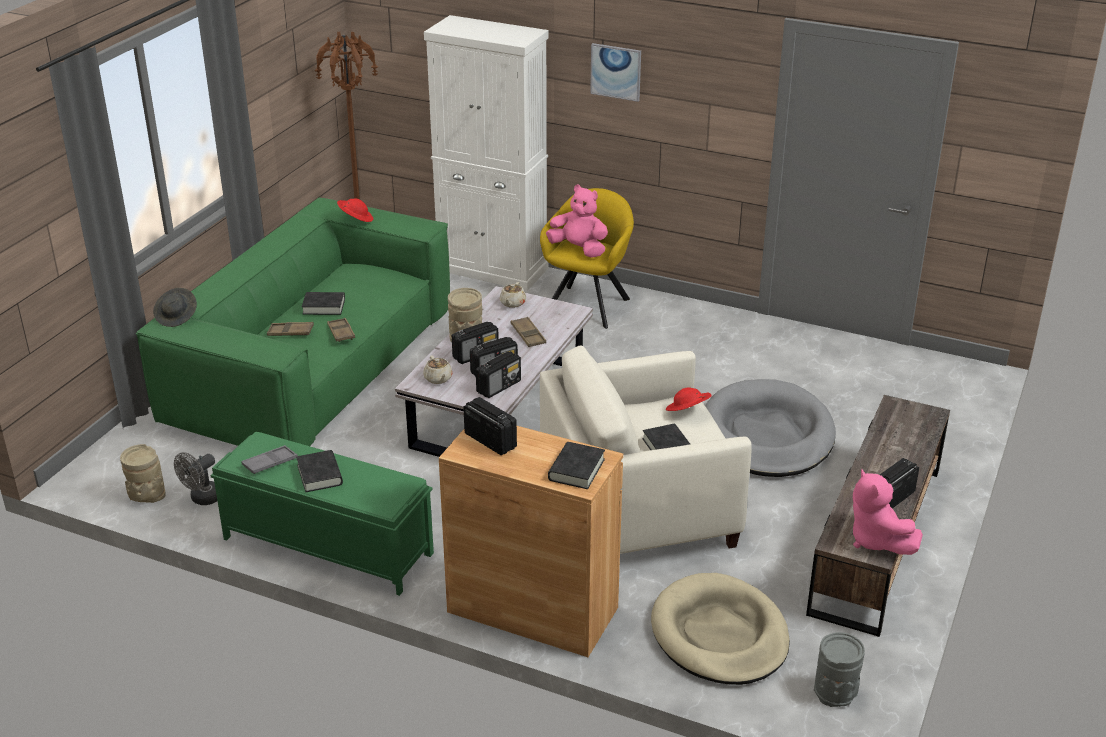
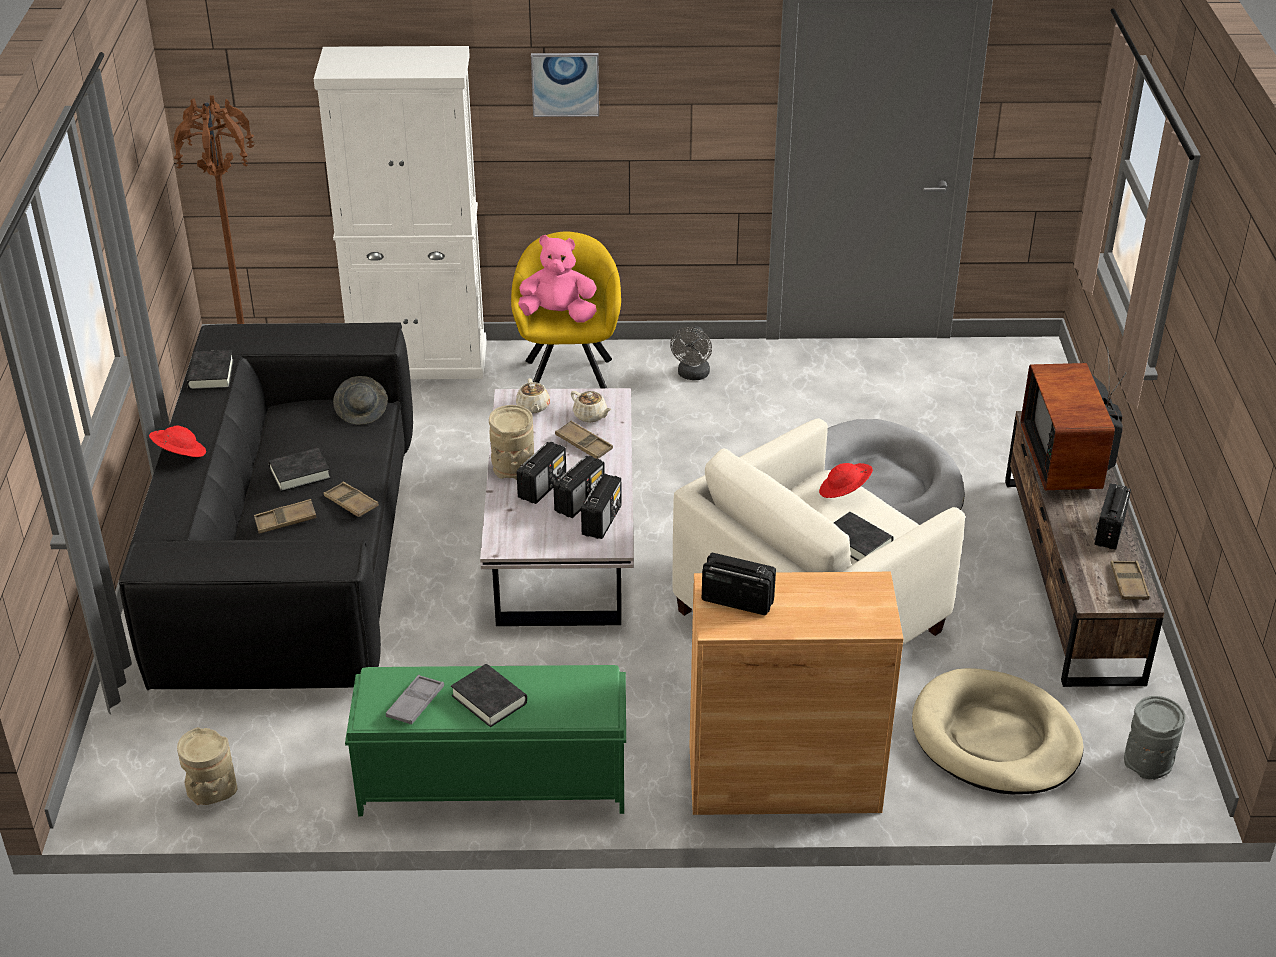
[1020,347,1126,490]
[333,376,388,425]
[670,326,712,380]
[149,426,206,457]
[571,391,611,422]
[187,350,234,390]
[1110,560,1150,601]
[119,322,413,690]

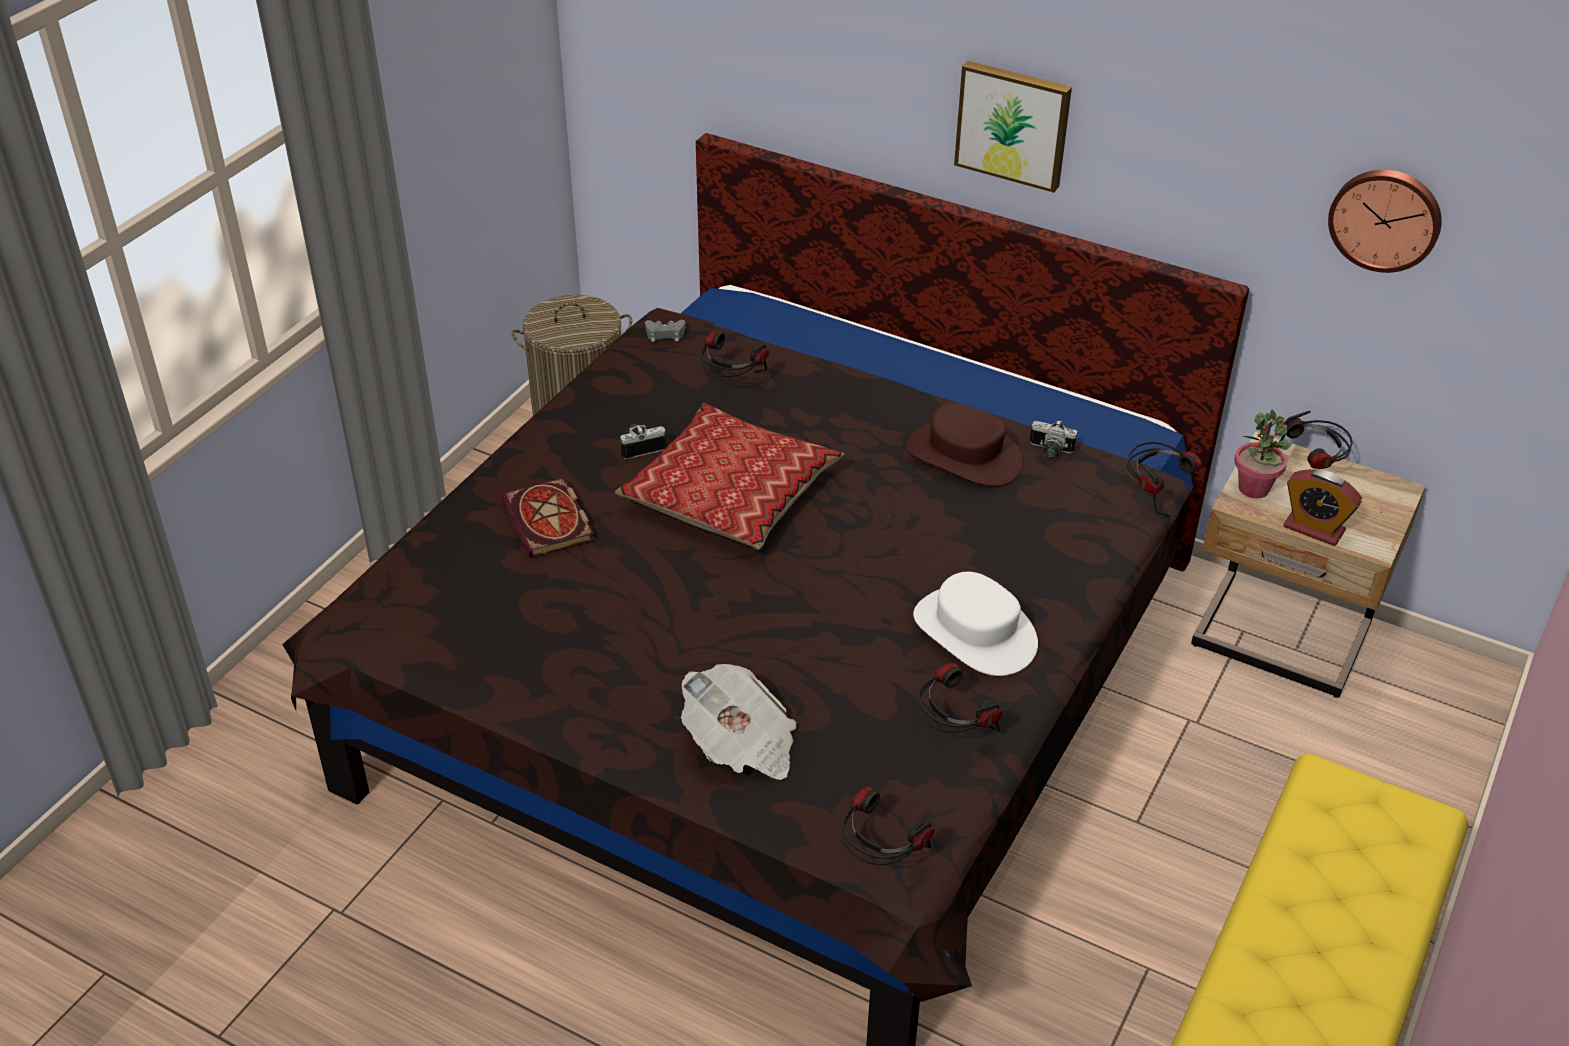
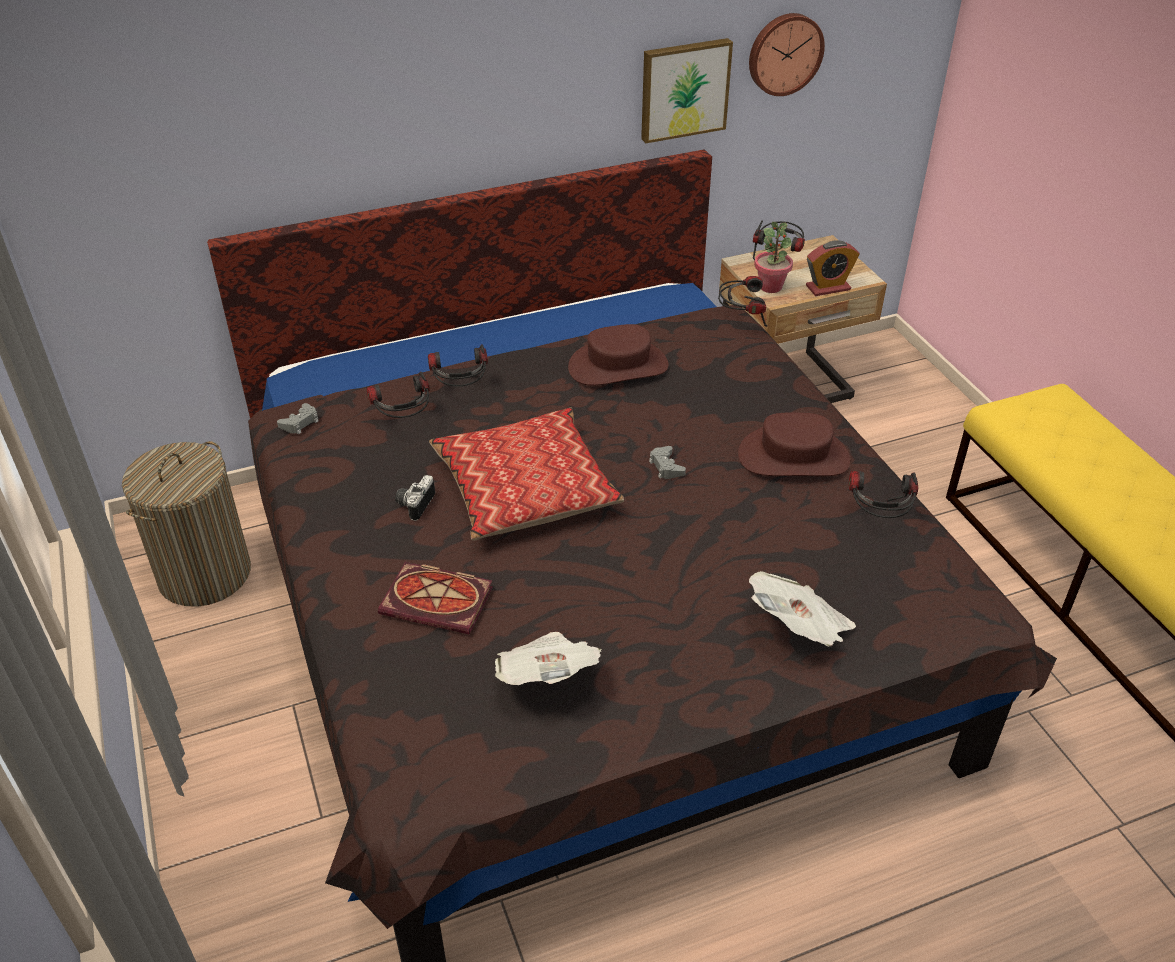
[1030,420,1077,459] (first image)
[495,632,601,685]
[649,446,686,479]
[428,345,488,387]
[641,38,733,143]
[738,412,850,476]

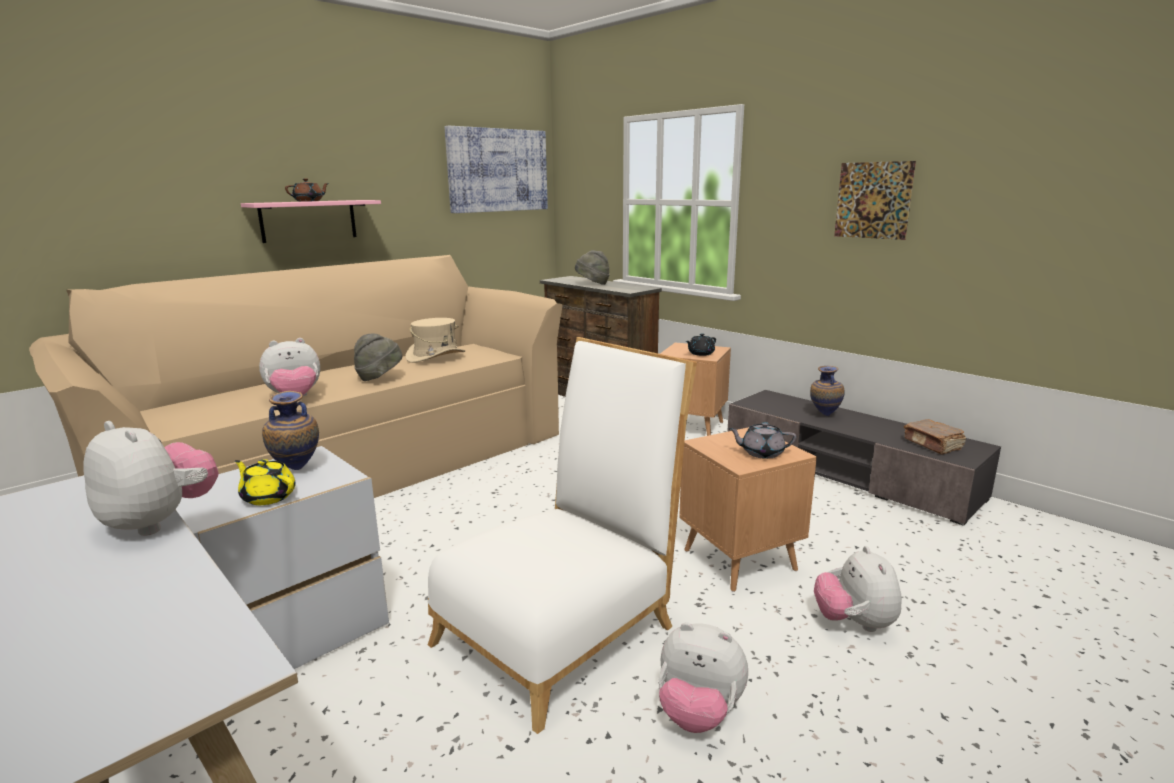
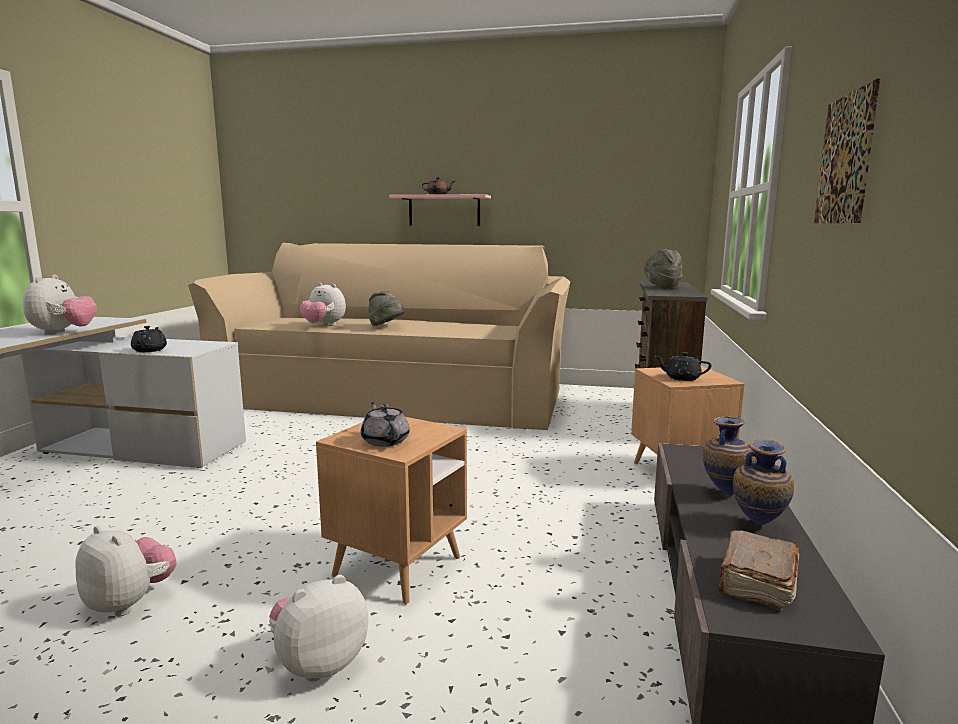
[406,318,465,363] (first image)
[428,337,697,734] (first image)
[444,126,548,213] (first image)
[733,440,794,525]
[131,326,167,352]
[75,526,176,616]

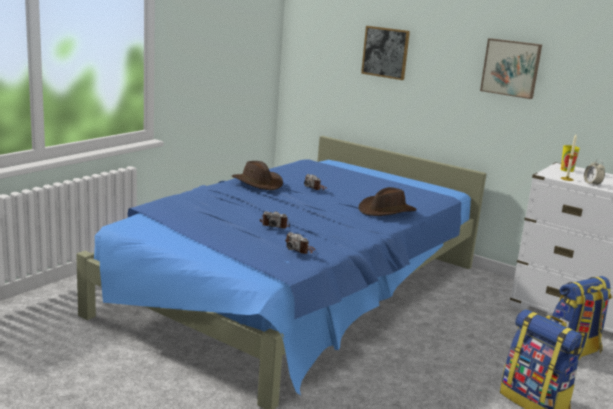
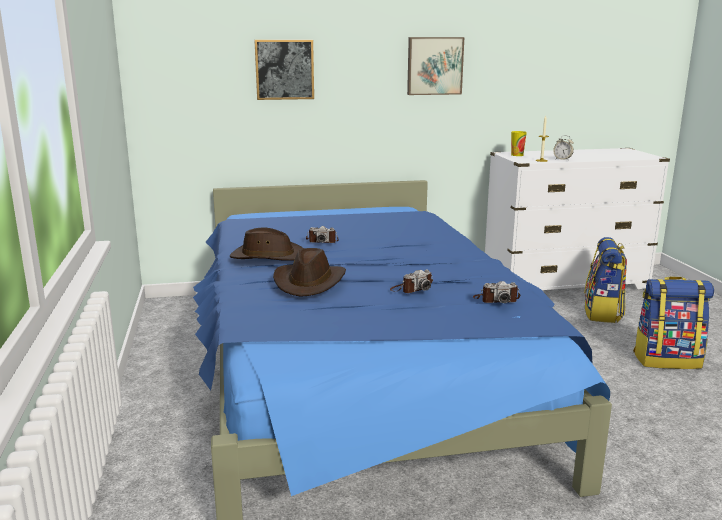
[273,248,346,297]

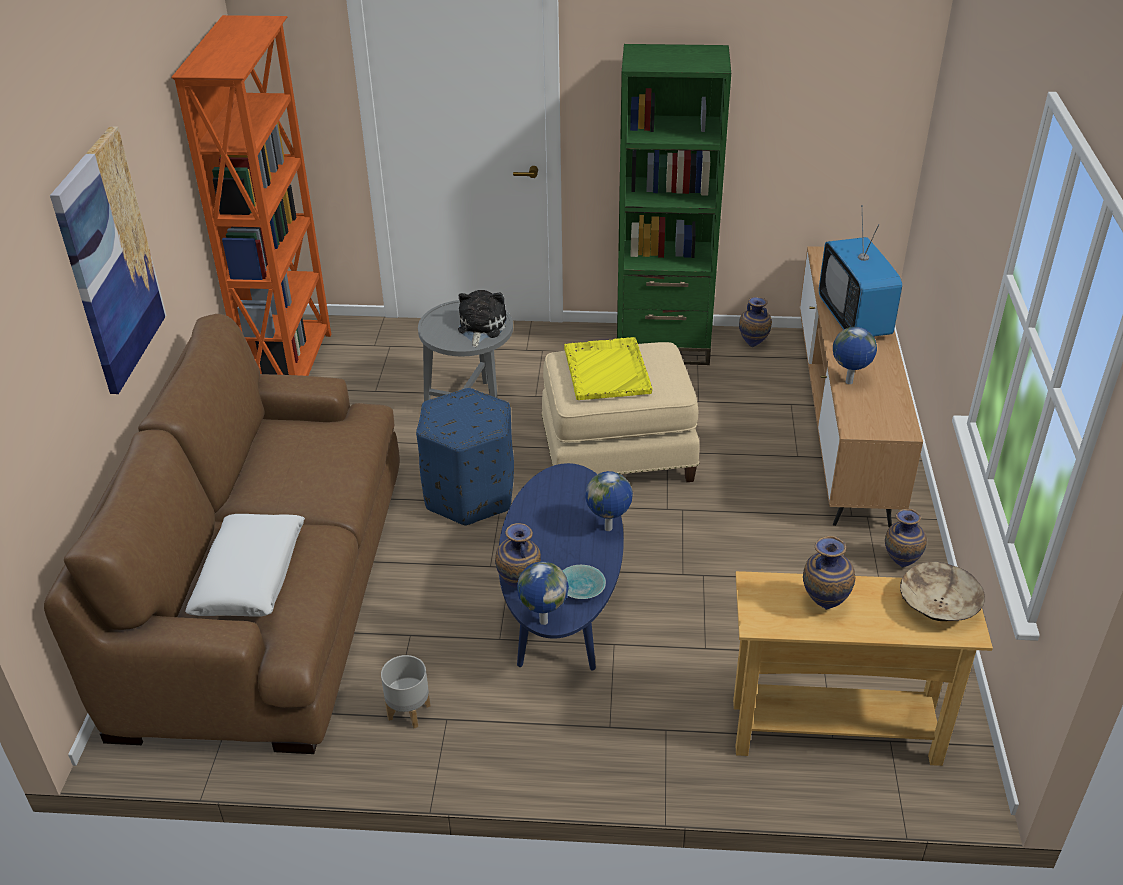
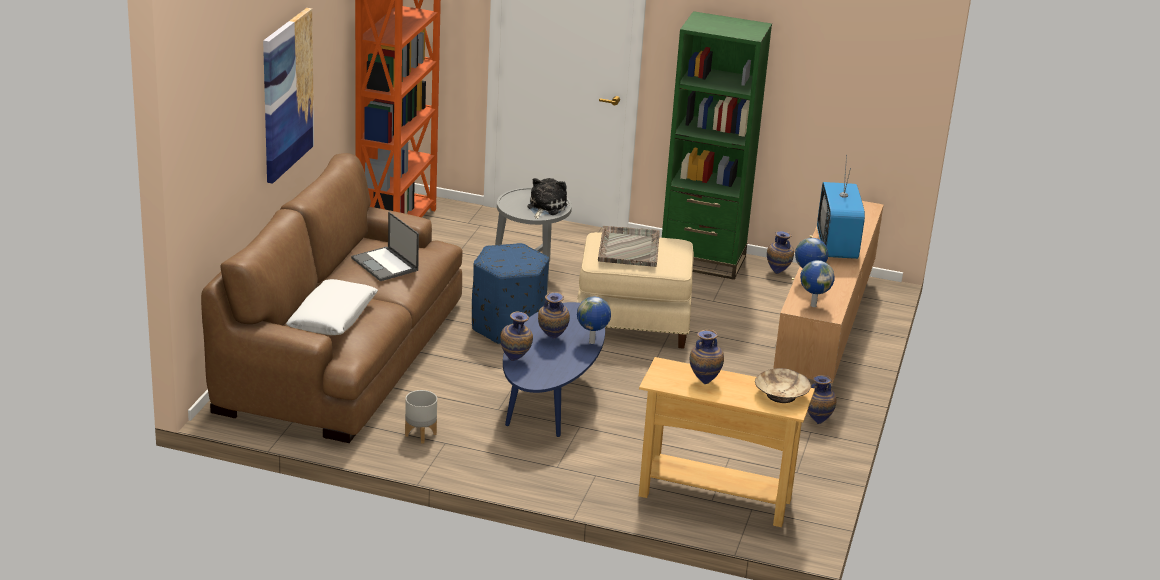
[563,565,606,599] (first image)
[351,212,419,281]
[538,292,570,338]
[800,260,835,307]
[598,226,660,267]

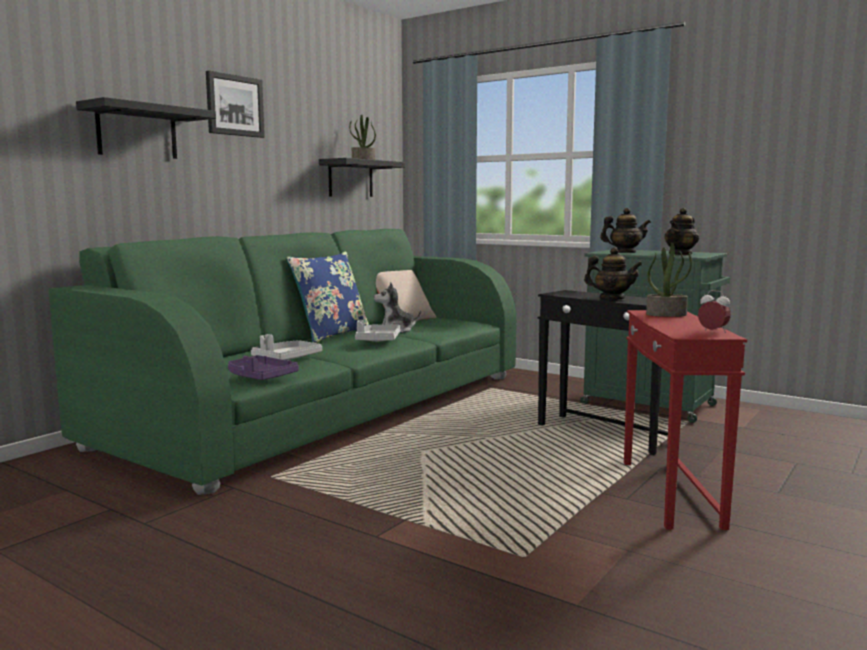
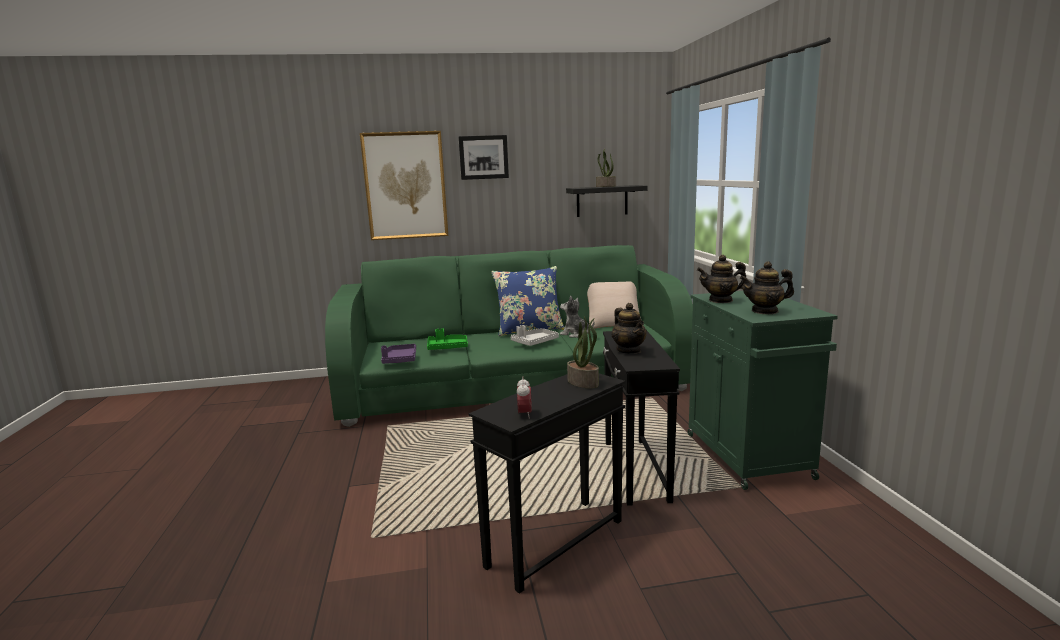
[360,131,448,240]
[427,328,468,350]
[469,373,625,594]
[697,255,746,303]

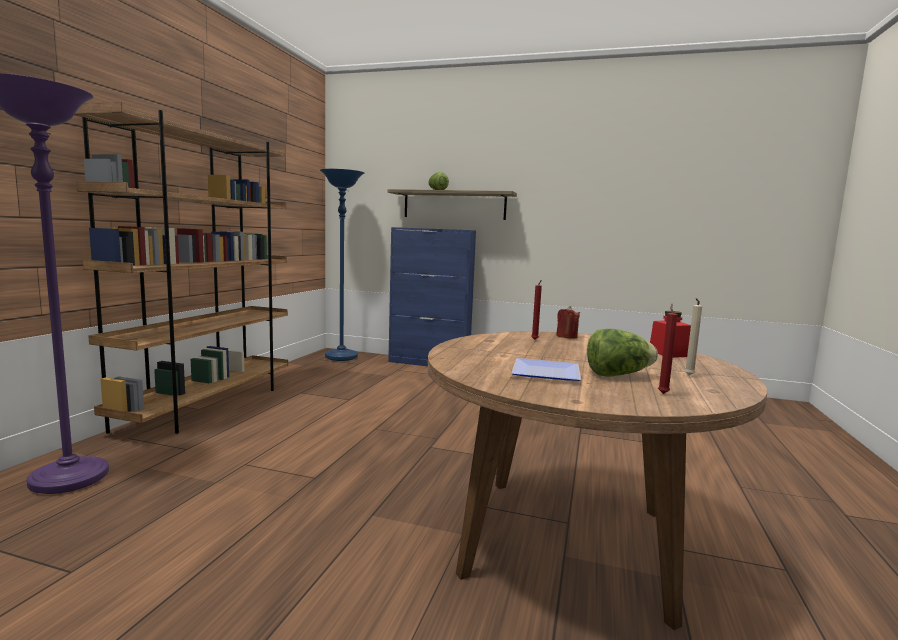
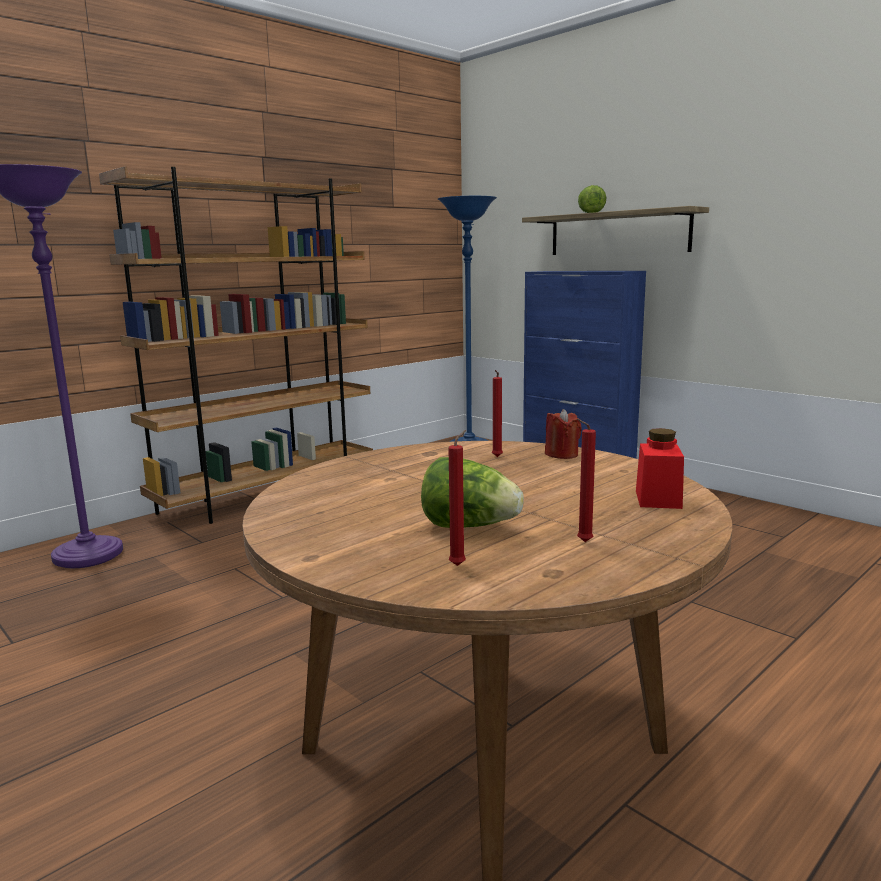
[511,358,581,381] (first image)
[577,419,596,542]

